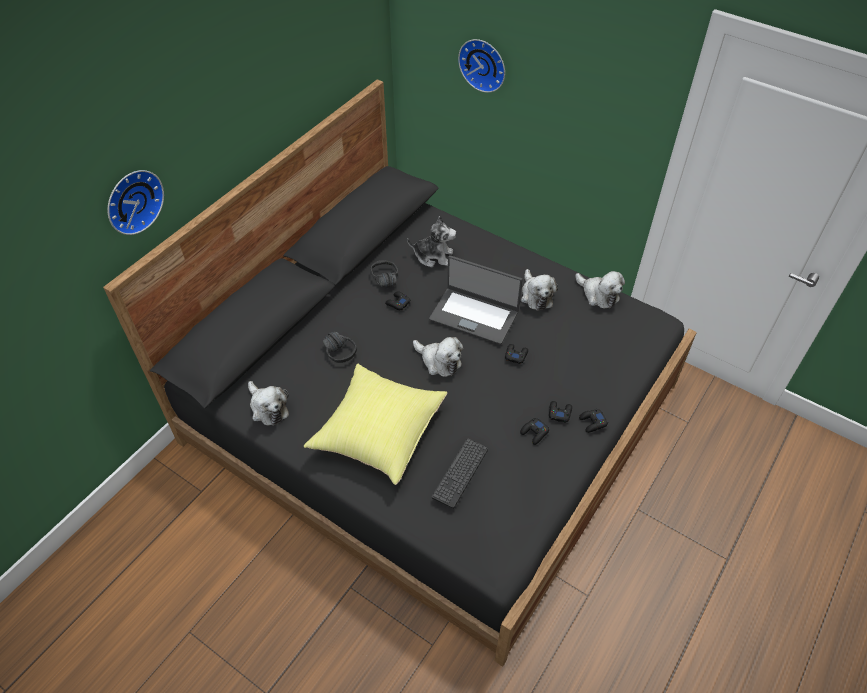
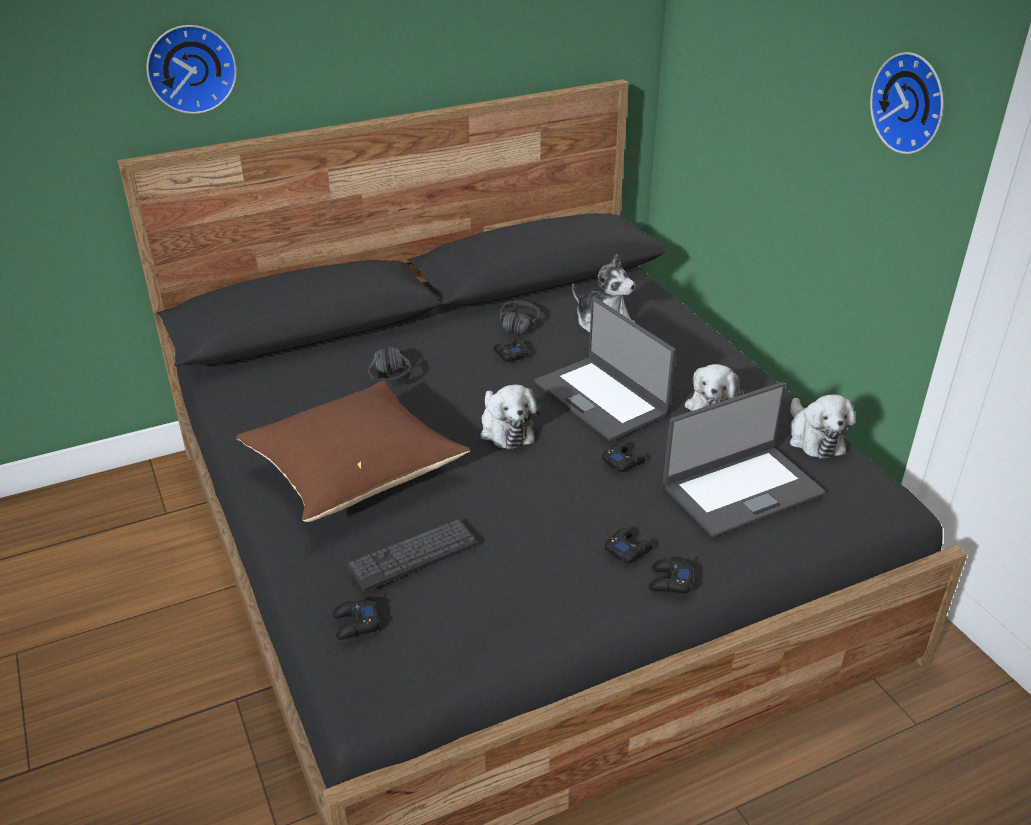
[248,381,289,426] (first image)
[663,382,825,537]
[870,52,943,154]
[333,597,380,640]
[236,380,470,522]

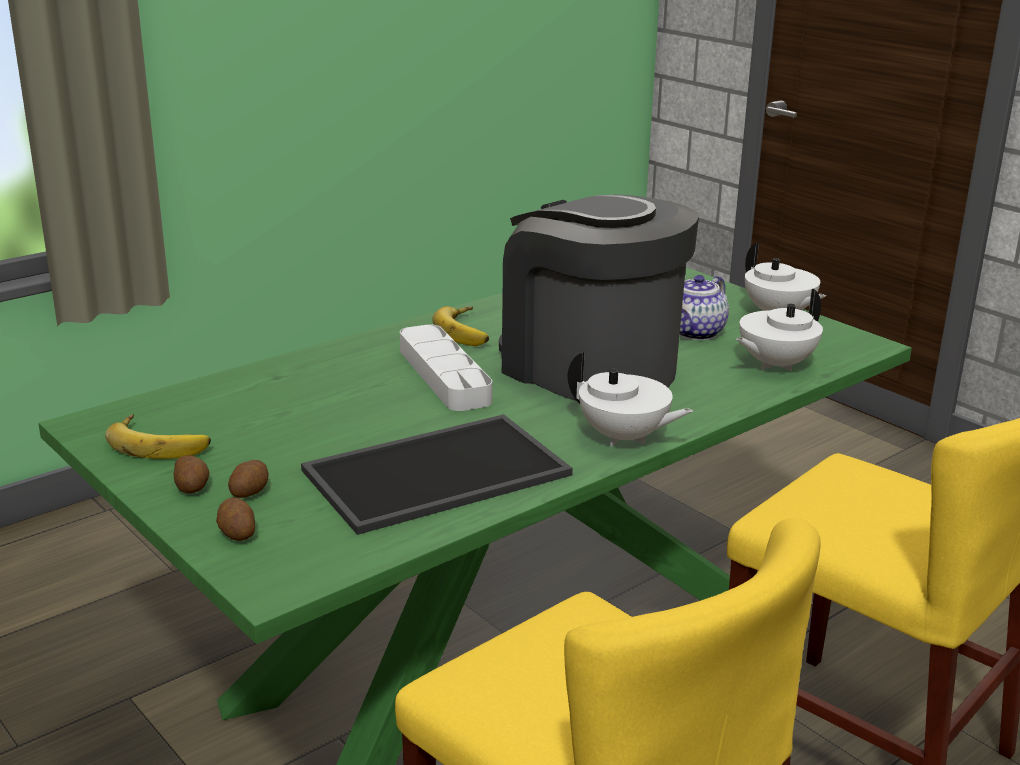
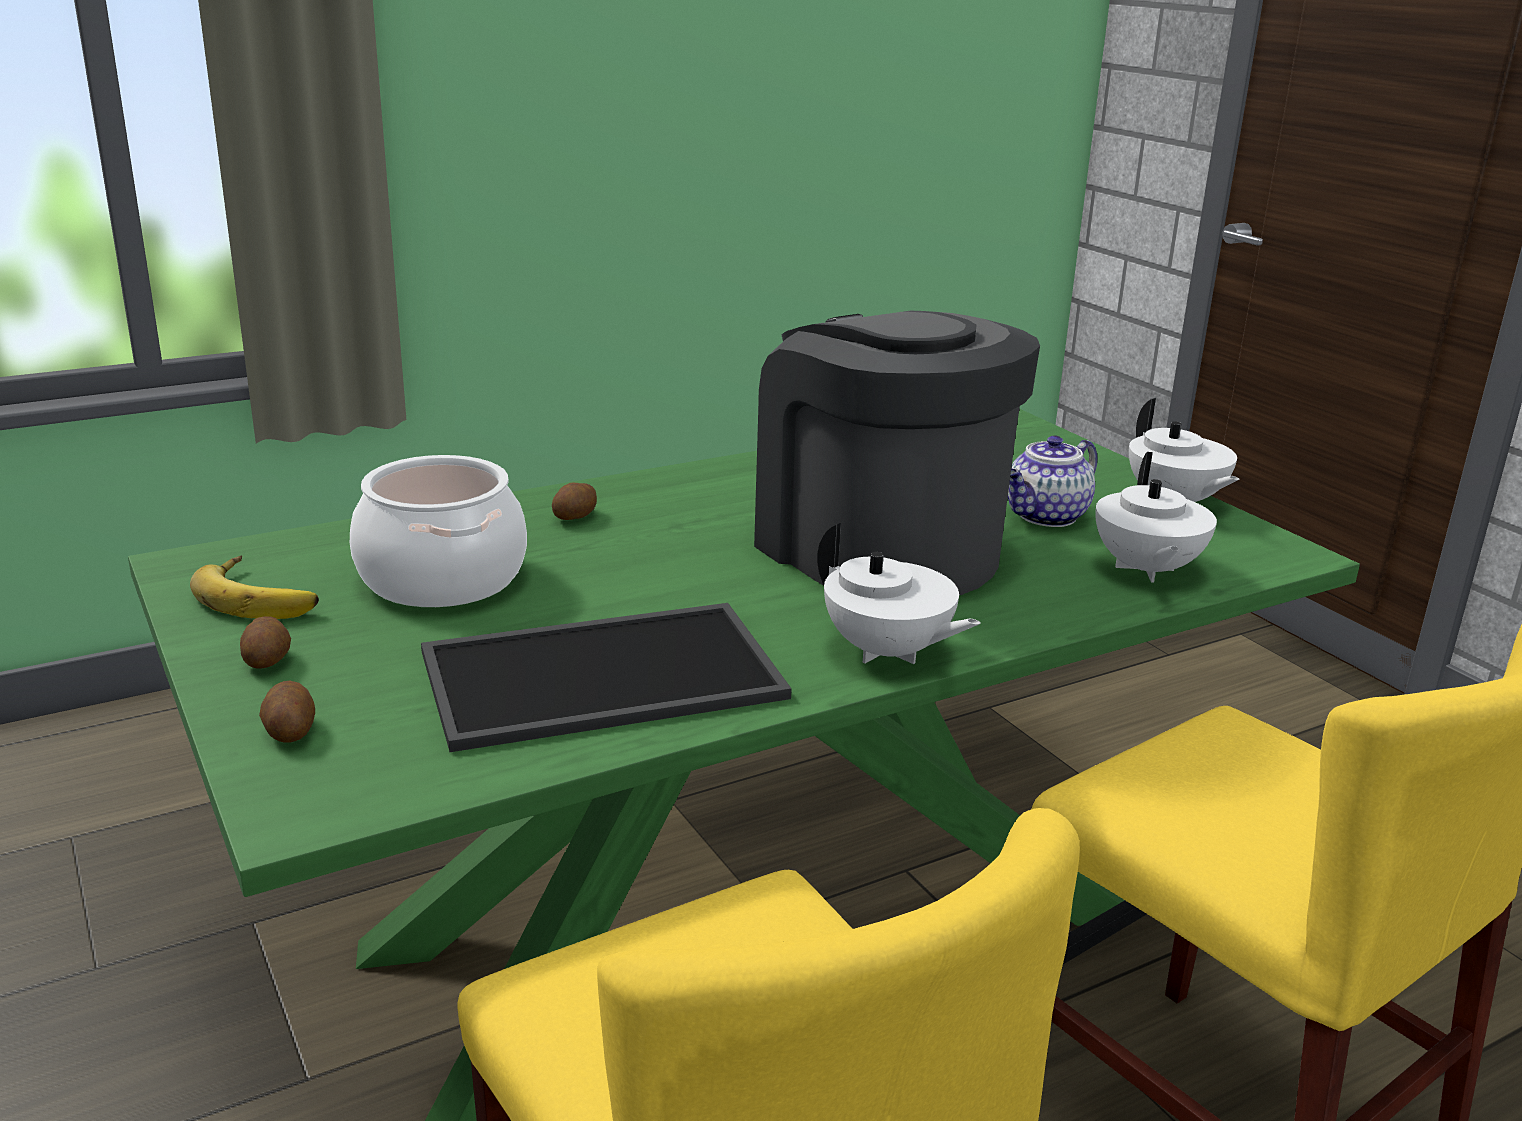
[400,325,492,411] (first image)
[432,306,489,346] (first image)
[350,455,527,607]
[552,483,597,520]
[1095,452,1217,582]

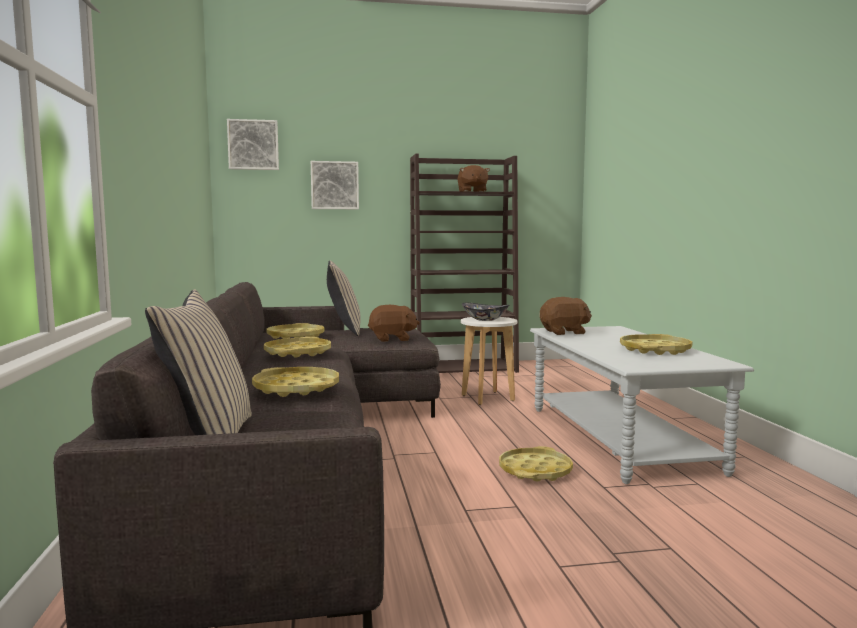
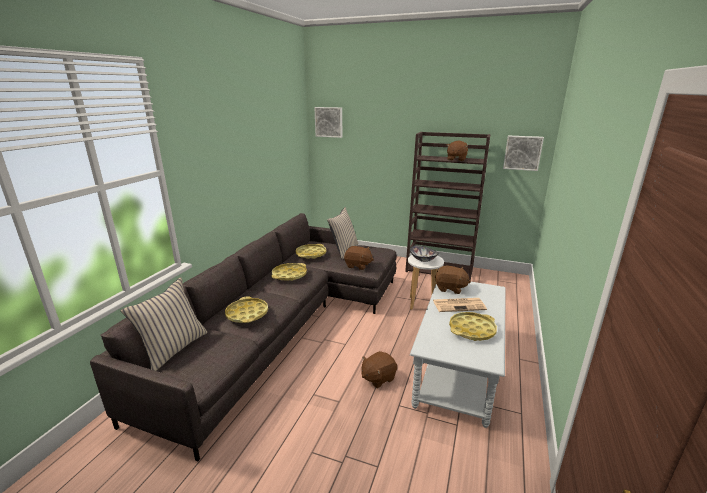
[433,298,487,312]
[503,135,544,171]
[362,351,397,388]

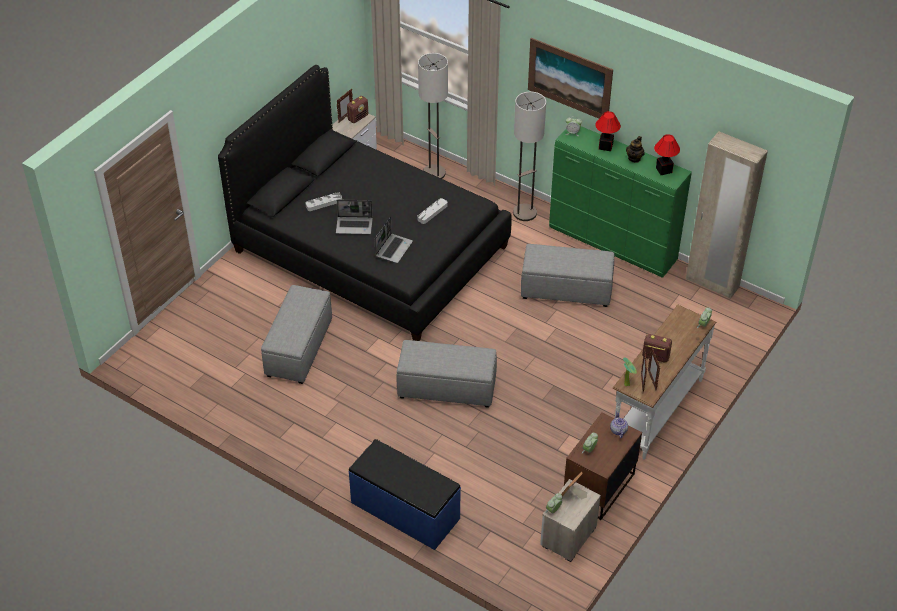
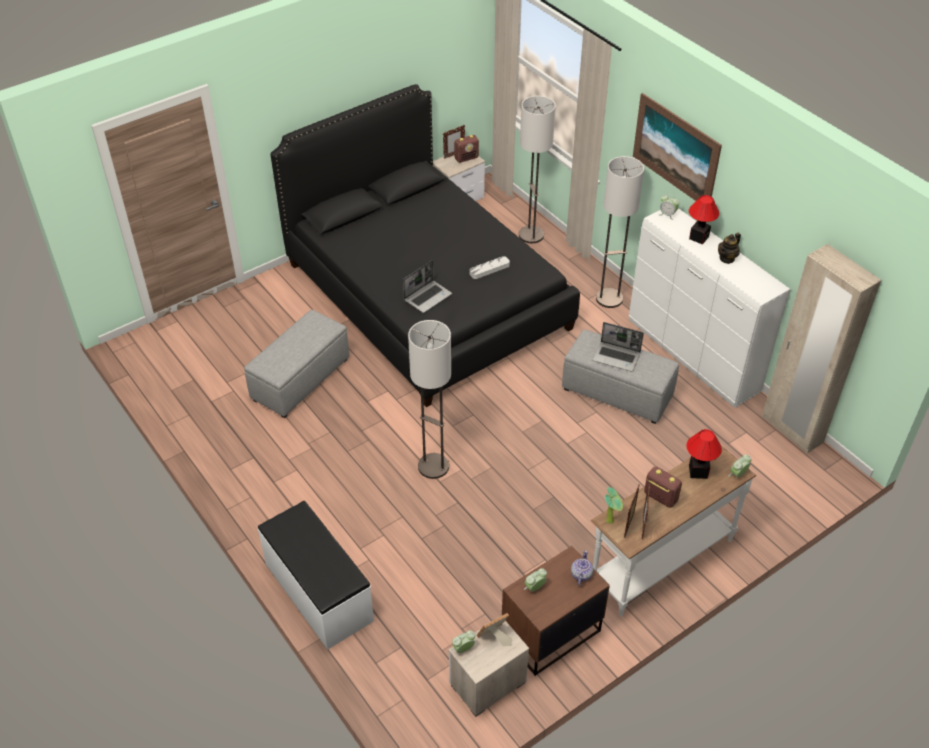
[305,192,342,211] (first image)
[593,322,644,372]
[686,429,722,479]
[408,320,451,479]
[258,501,374,650]
[629,208,790,408]

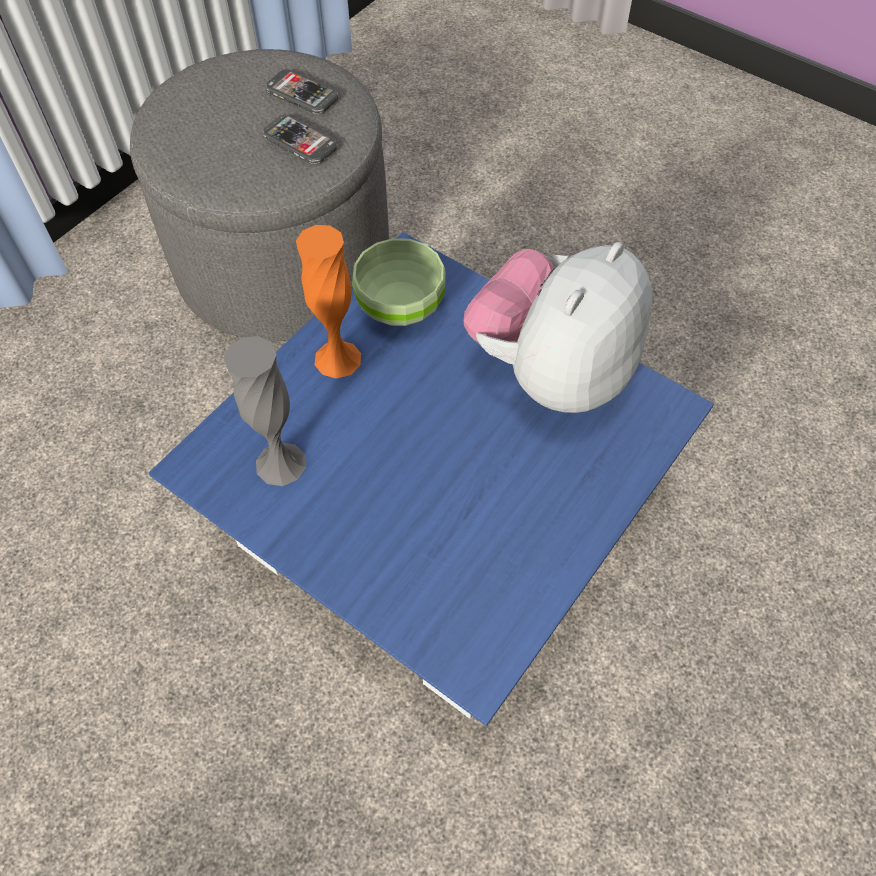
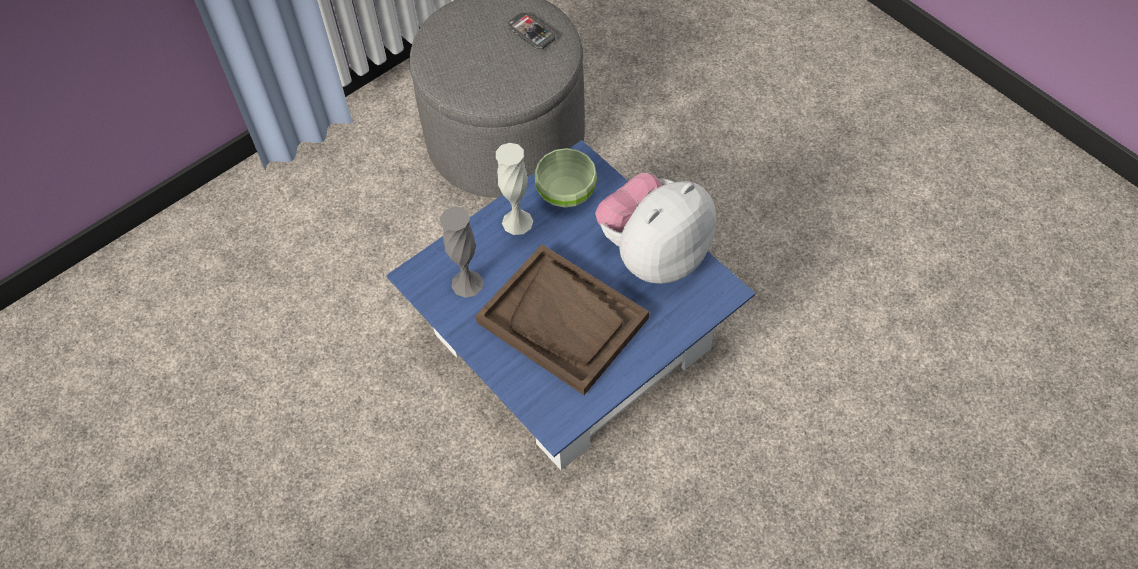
[263,114,337,164] (first image)
[475,244,649,395]
[496,143,533,235]

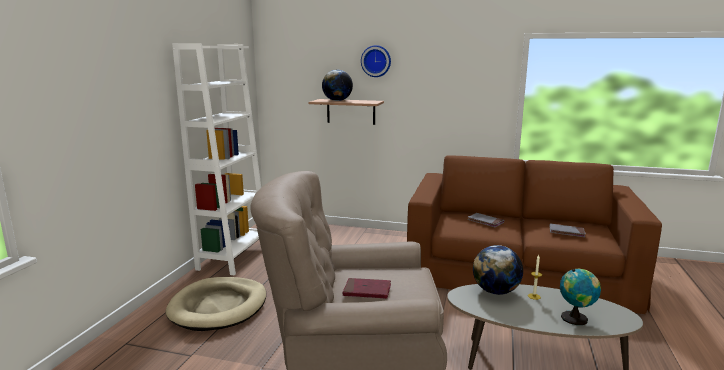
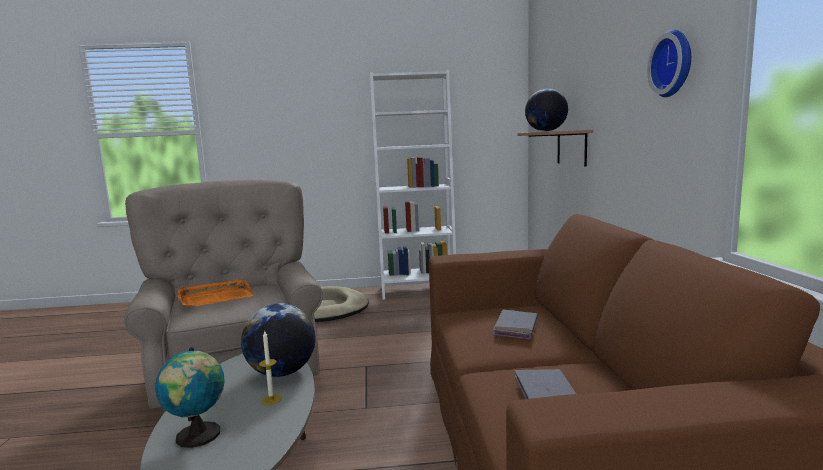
[647,29,691,97]
[178,279,253,307]

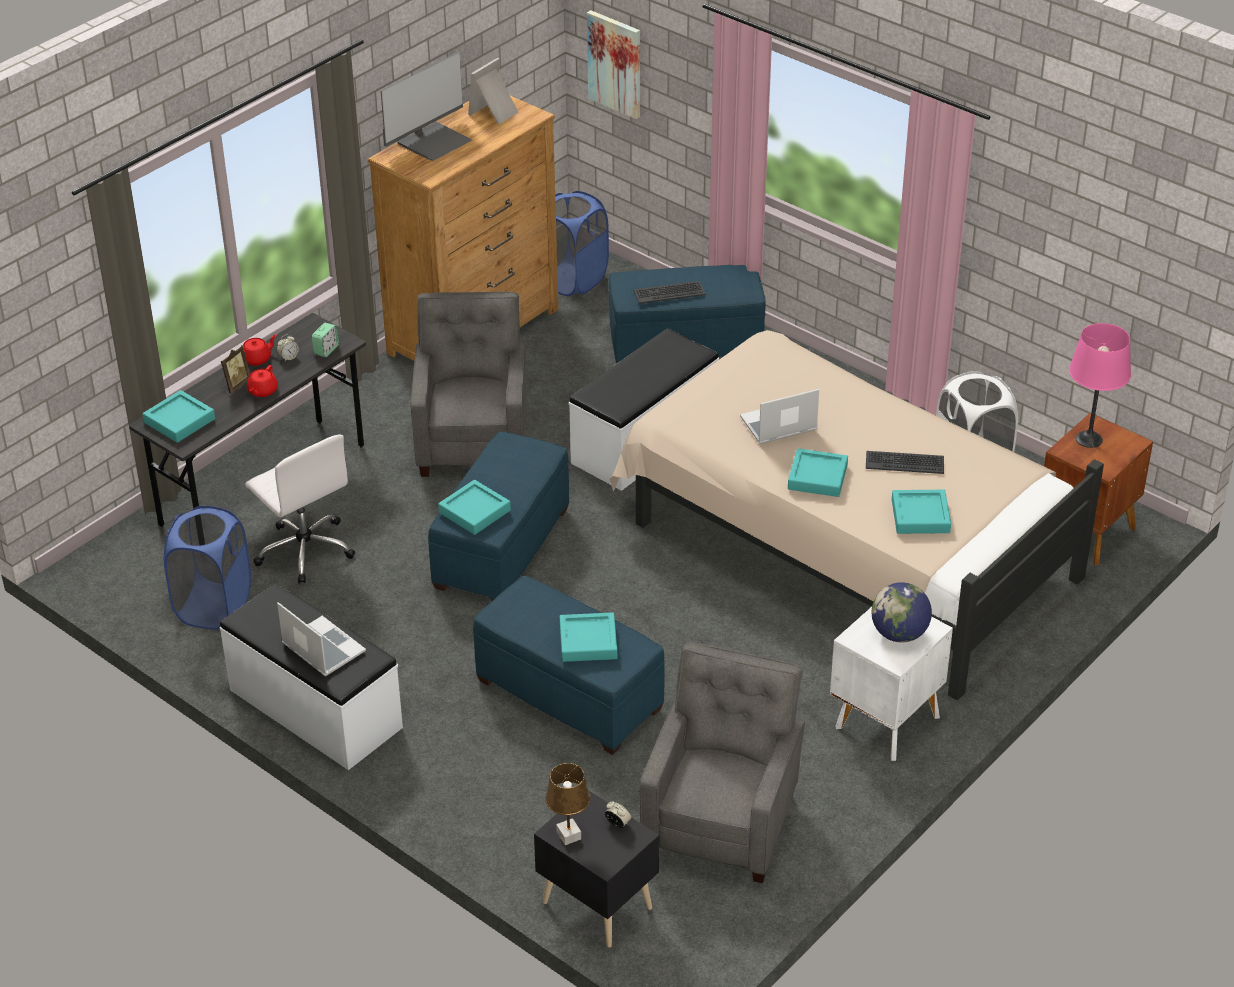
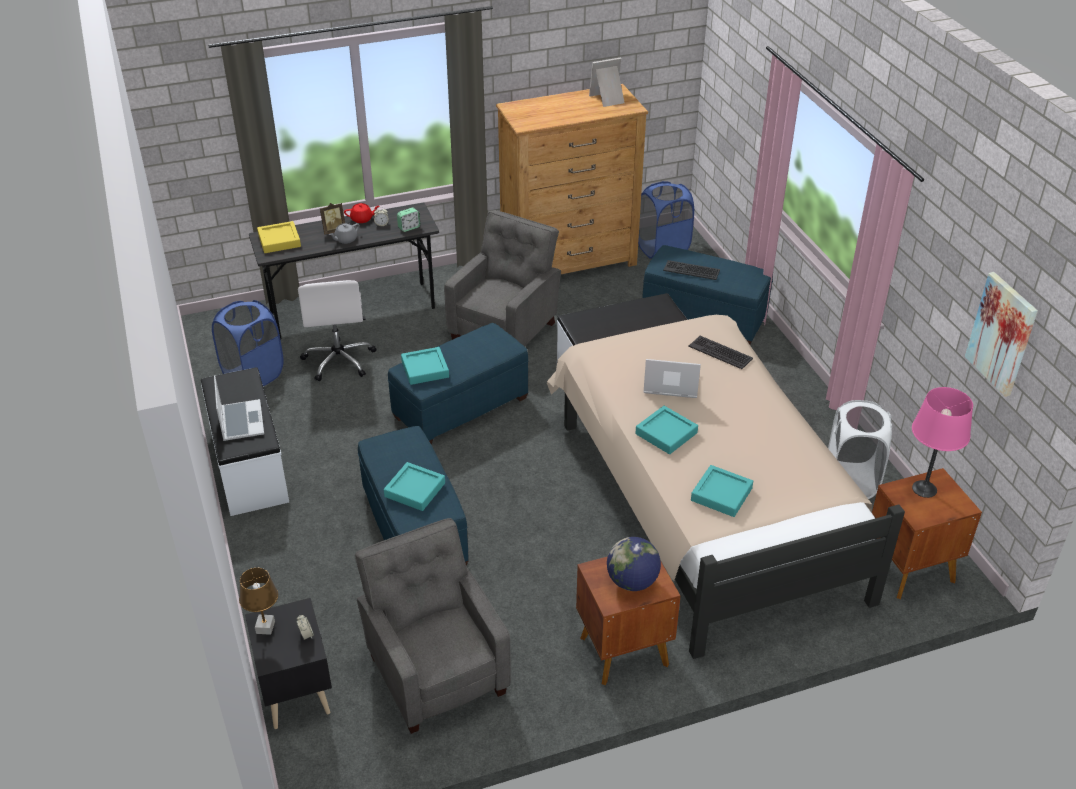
[381,52,472,161] (first image)
[965,272,1038,397]
[688,336,753,369]
[257,221,301,253]
[329,223,360,244]
[576,556,680,685]
[355,518,511,734]

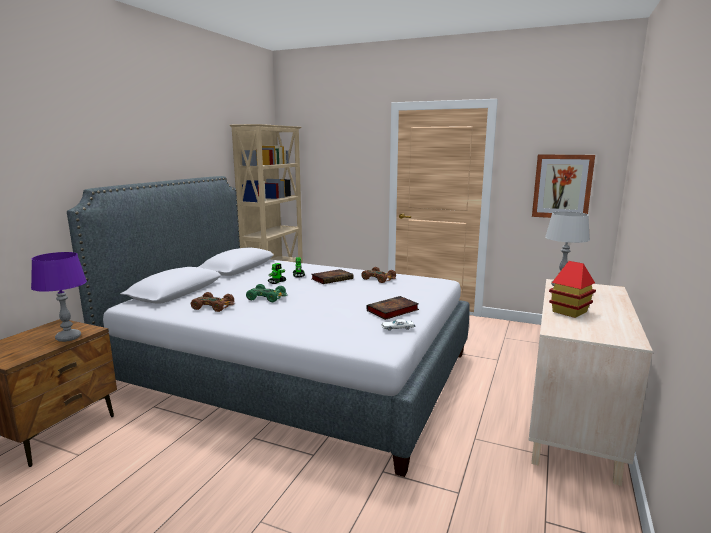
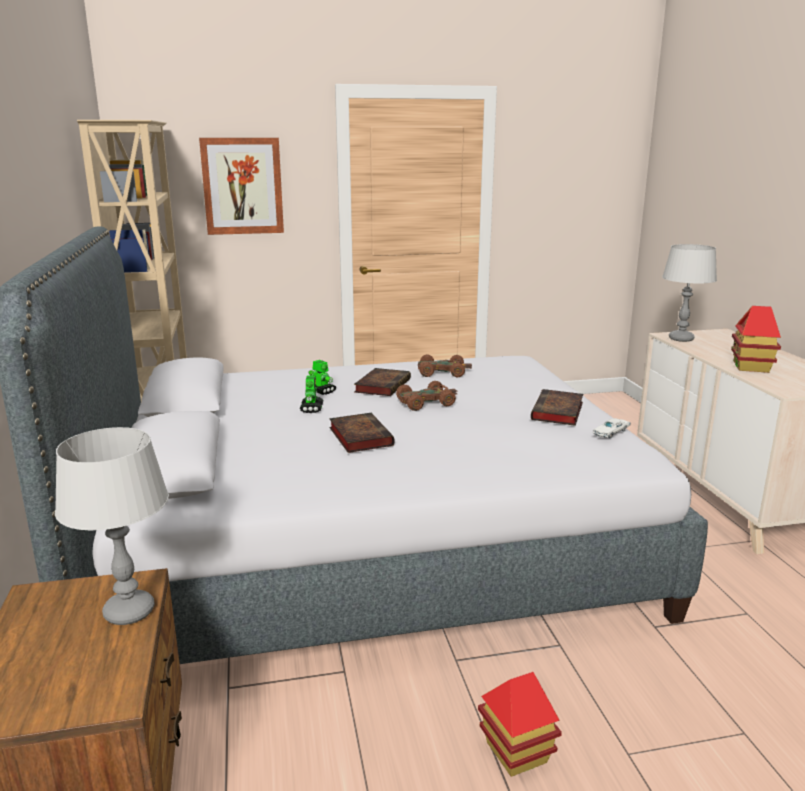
[478,672,562,777]
[396,381,457,411]
[199,138,284,235]
[329,413,395,453]
[55,427,169,625]

